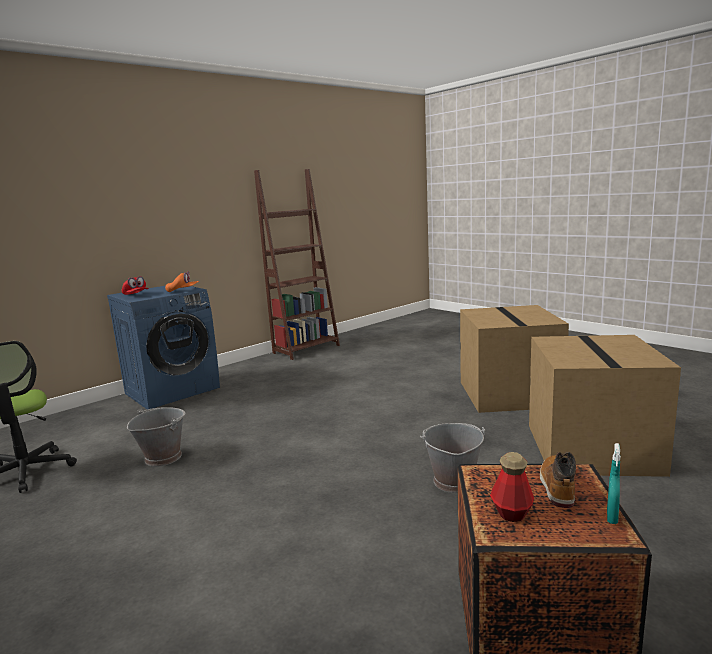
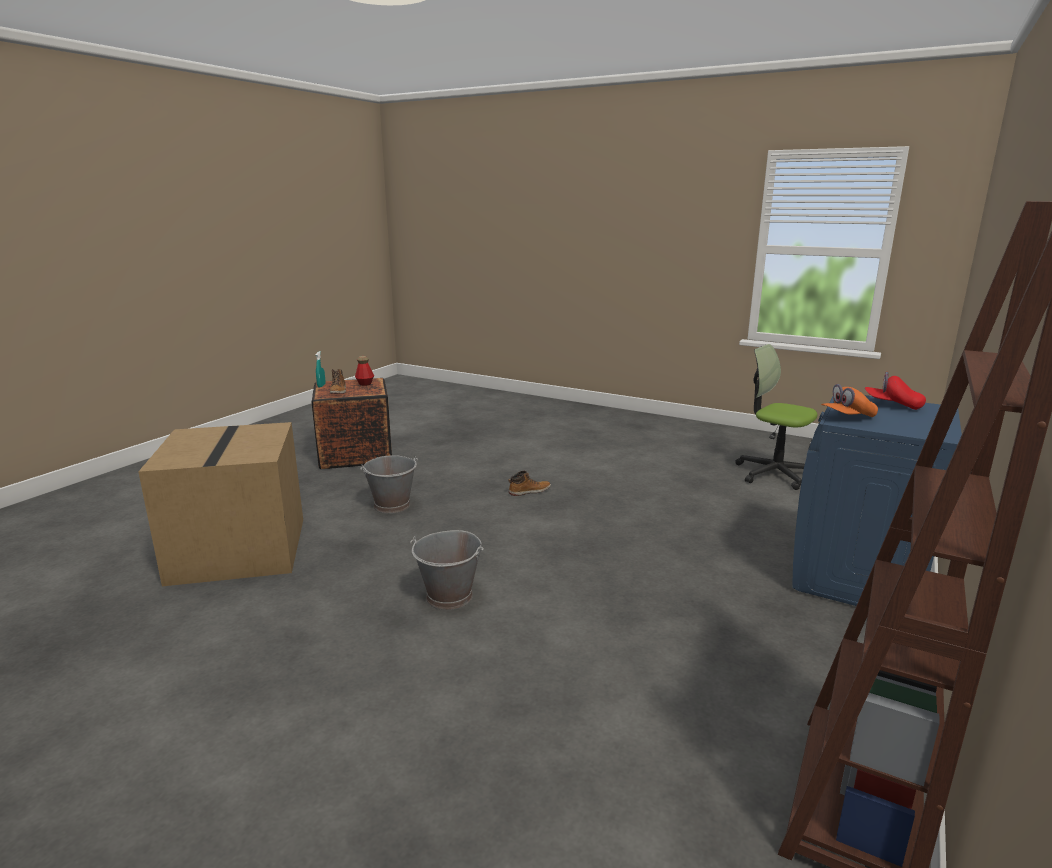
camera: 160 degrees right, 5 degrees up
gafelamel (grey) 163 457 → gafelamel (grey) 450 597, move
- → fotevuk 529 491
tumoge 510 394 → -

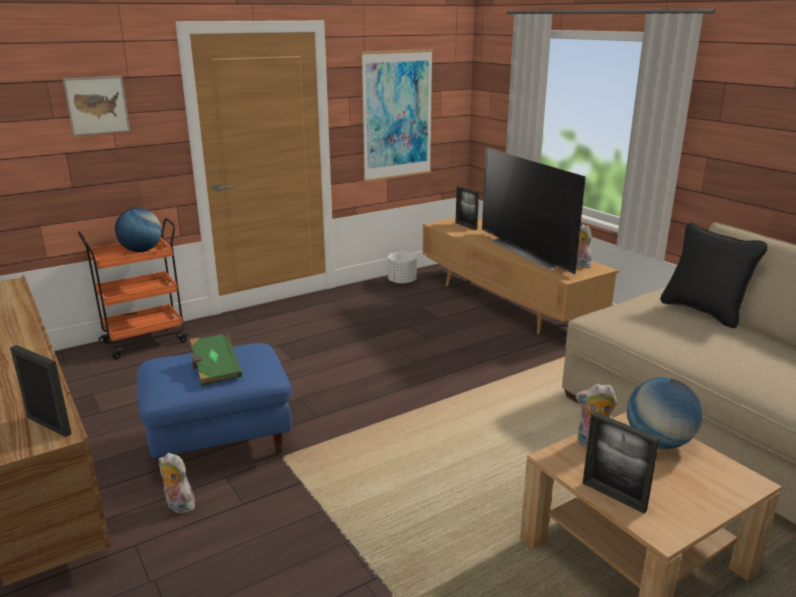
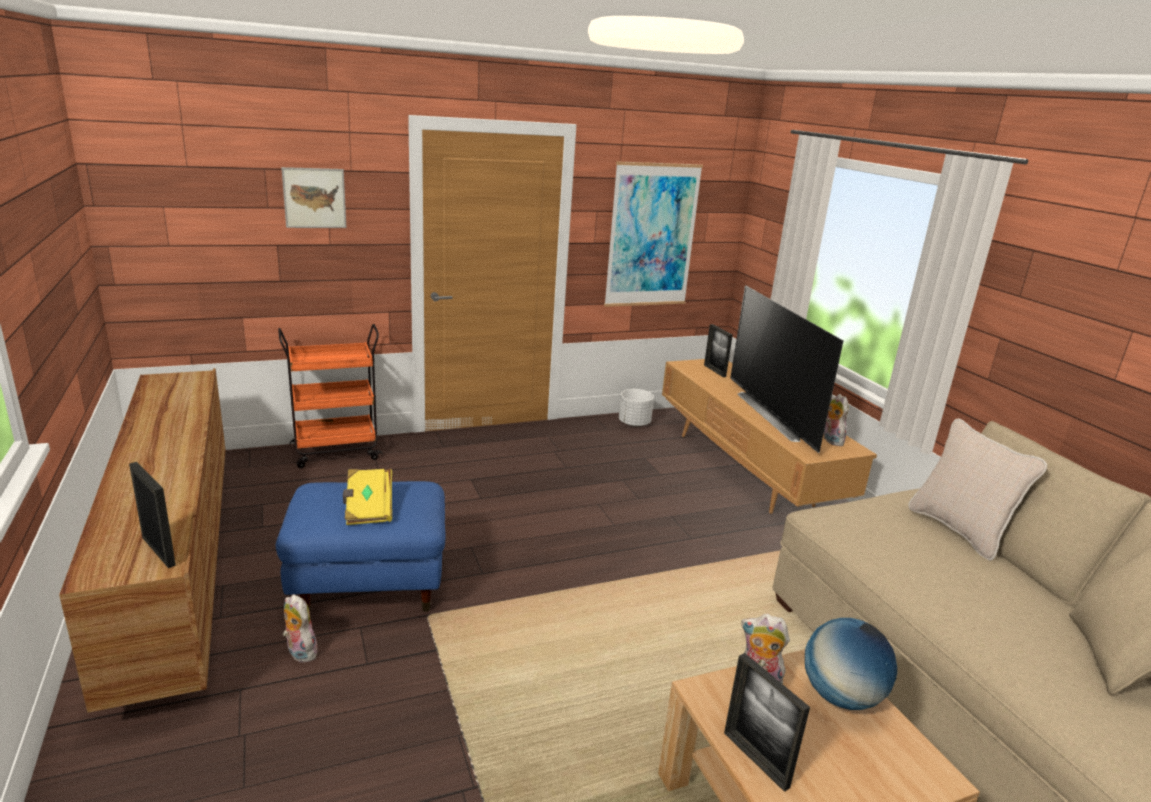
camera: 10 degrees right, 0 degrees up
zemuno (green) 215 370 → zemuno (yellow) 368 508
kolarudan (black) 703 312 → kolarudan (beige) 958 530
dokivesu 141 251 → -

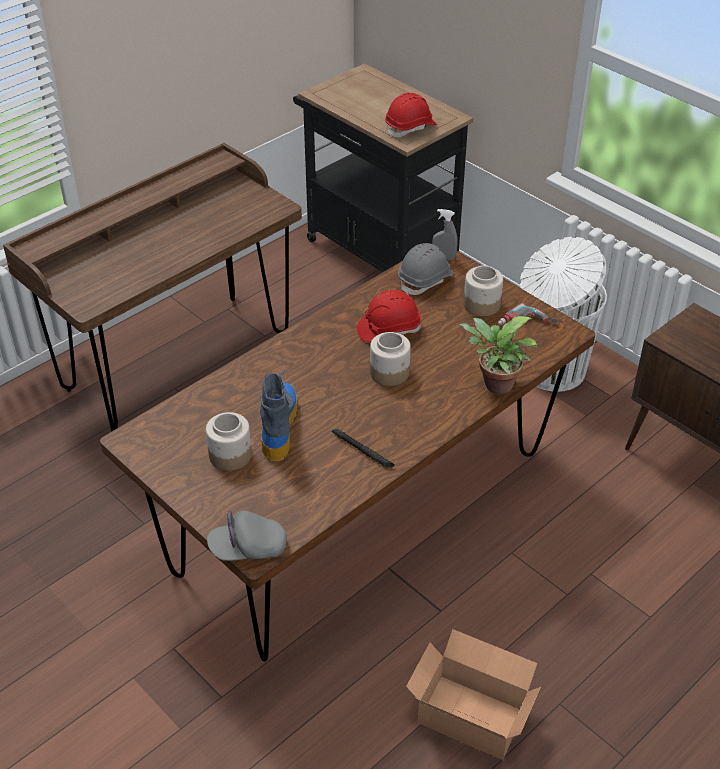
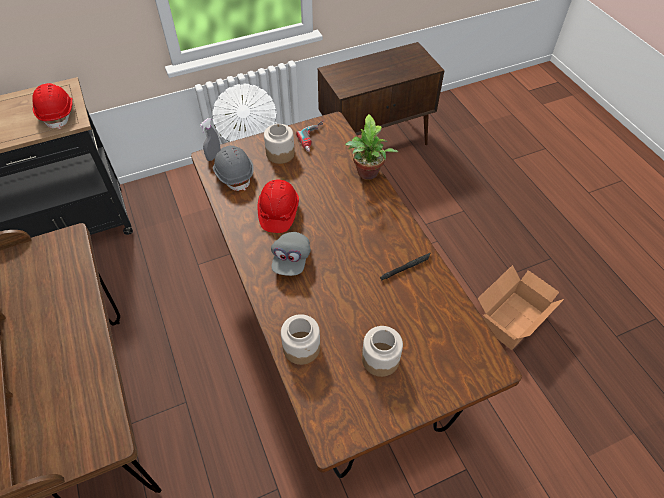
camera: 70 degrees left, 10 degrees up
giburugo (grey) 248 549 → giburugo (grey) 291 260, move
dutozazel 390 373 → dutozazel 302 347, move
fotevuk 278 425 → -

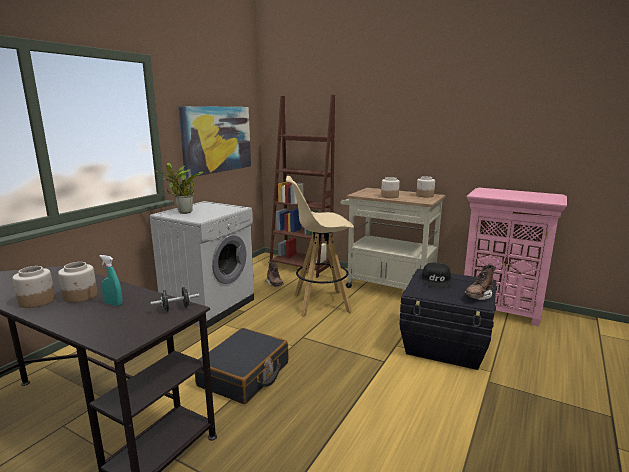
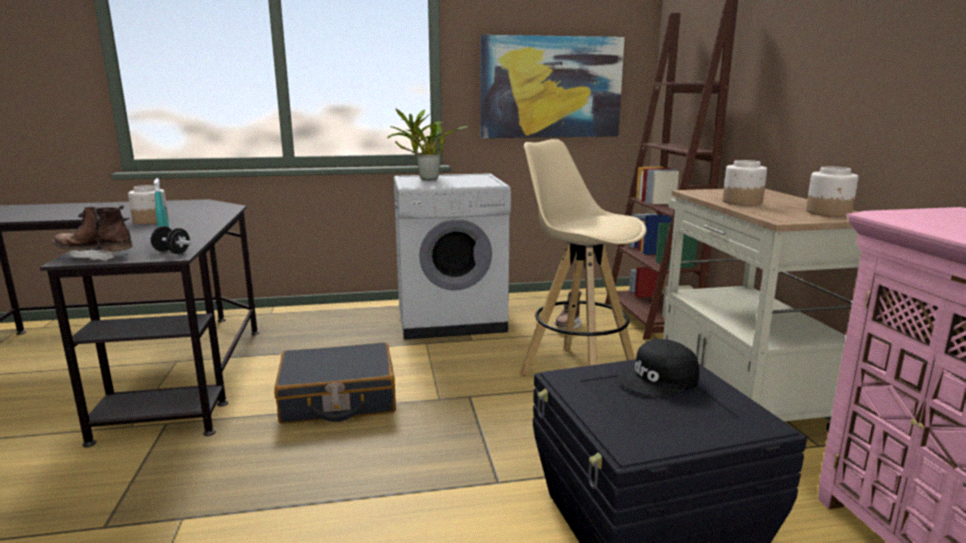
camera: 50 degrees right, 0 degrees up
fotevuk (brown) 478 296 → fotevuk (brown) 95 256, move
dutozazel 80 296 → -

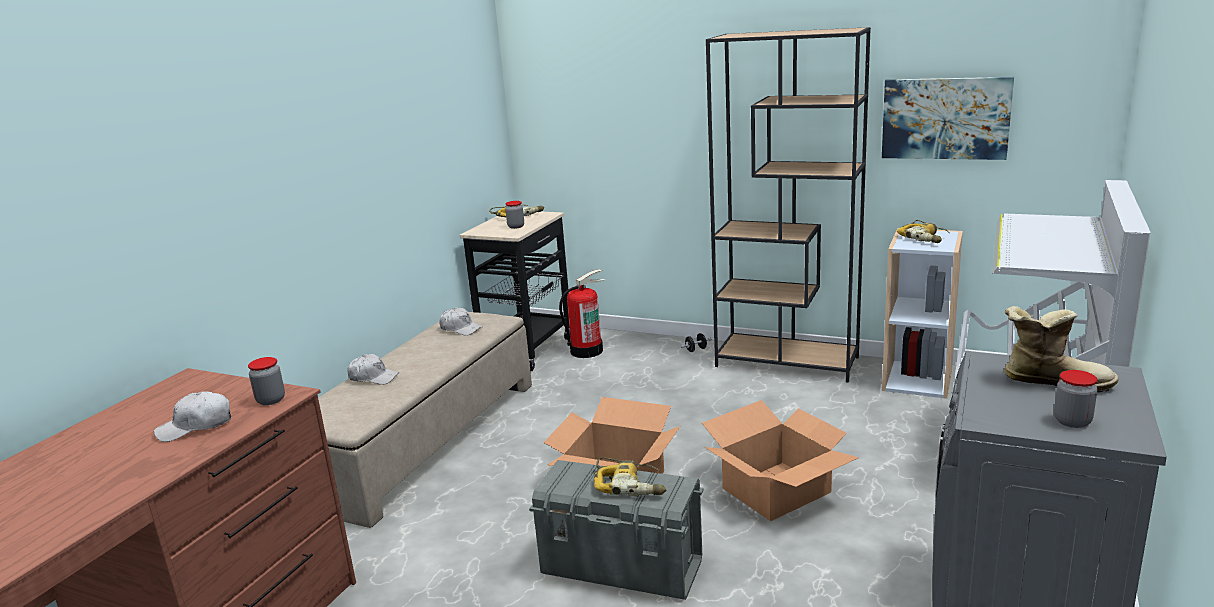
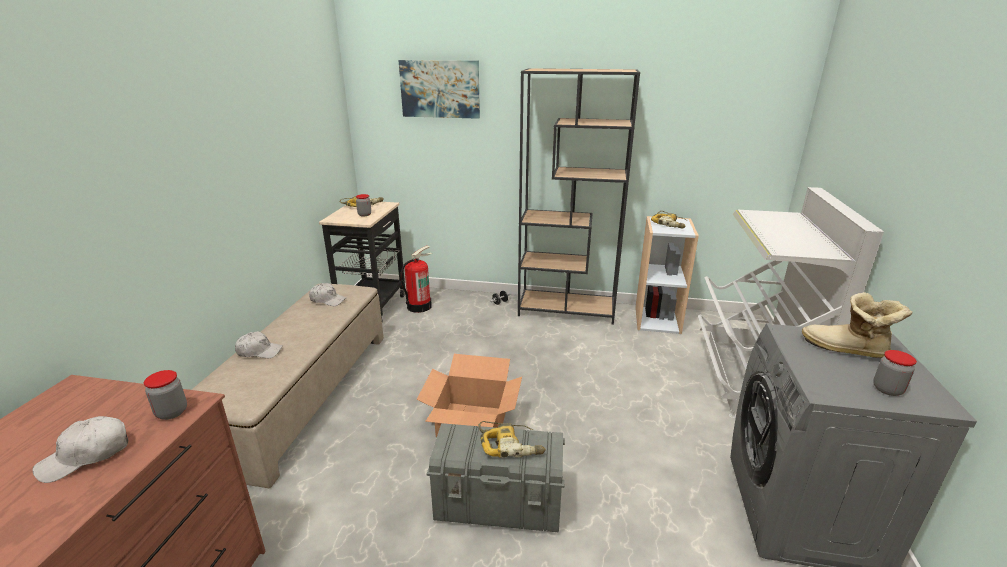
camera: 15 degrees left, 5 degrees up
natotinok 945 118 → natotinok 440 89, move
fotevuk 1053 381 → fotevuk 846 350, 150 degrees counterclockwise
tumoge 777 491 → -

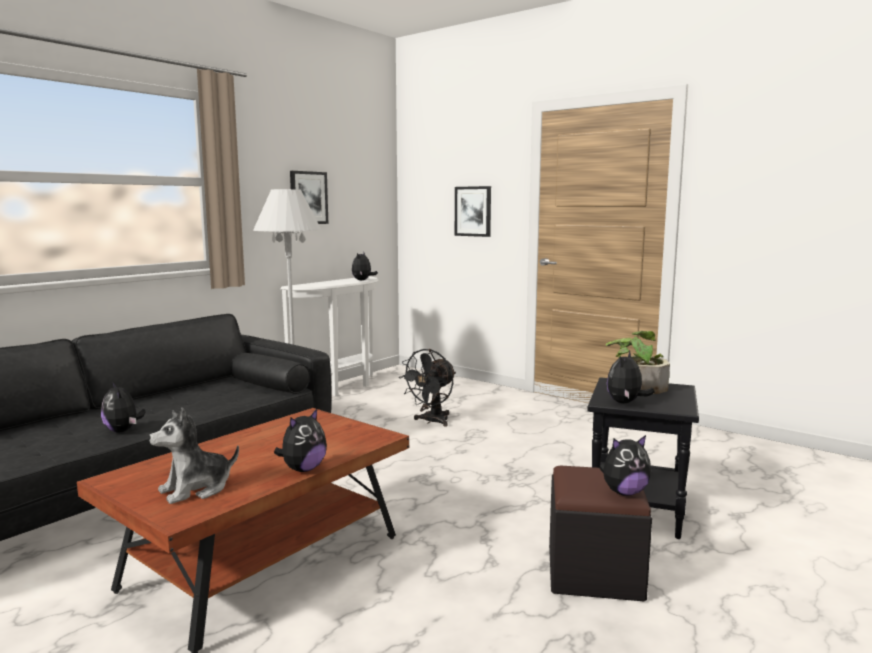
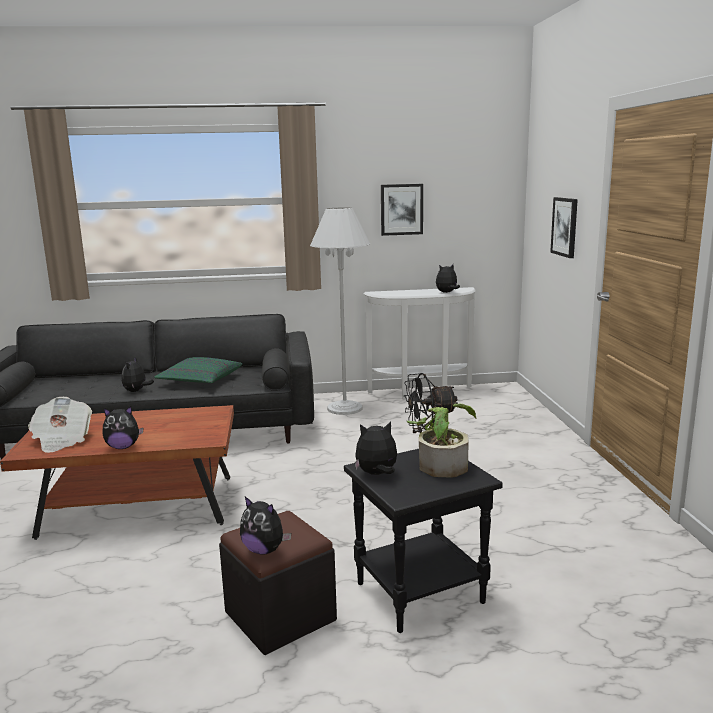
camera: 45 degrees right, 5 degrees up
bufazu 196 489 → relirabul 62 440
- → kolarudan (green) 200 380

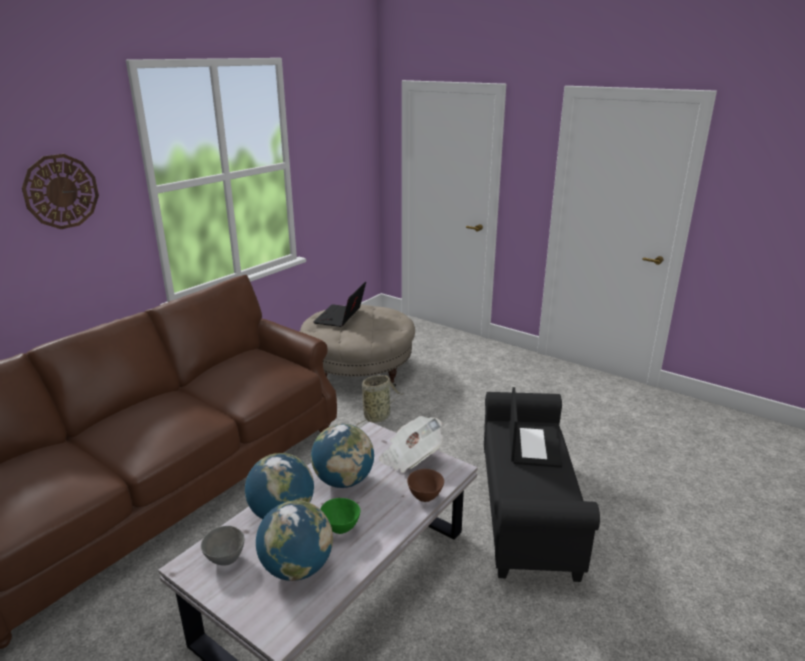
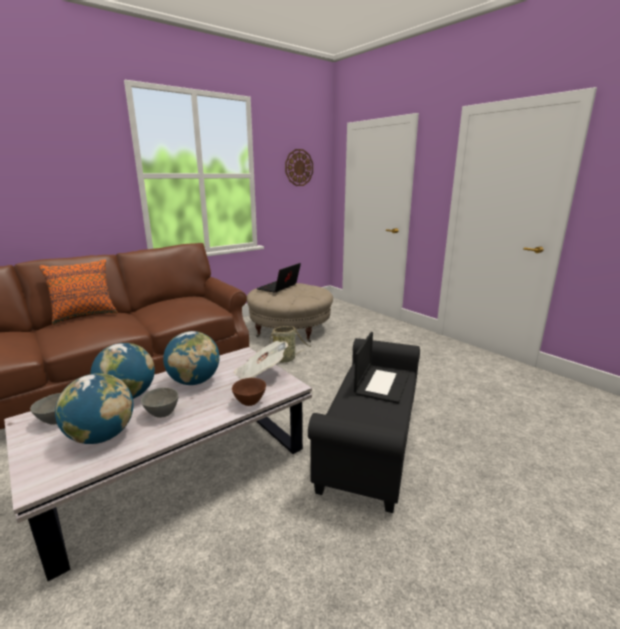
camera: 15 degrees right, 5 degrees down
- → kolarudan (orange) 85 316
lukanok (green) 340 528 → lukanok (grey) 161 414
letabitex 61 191 → letabitex 299 167, move

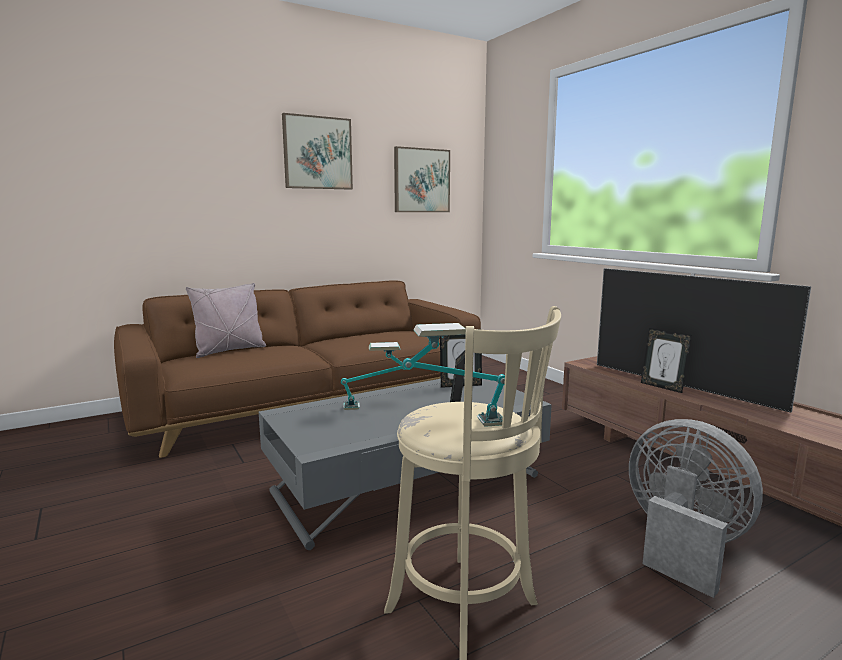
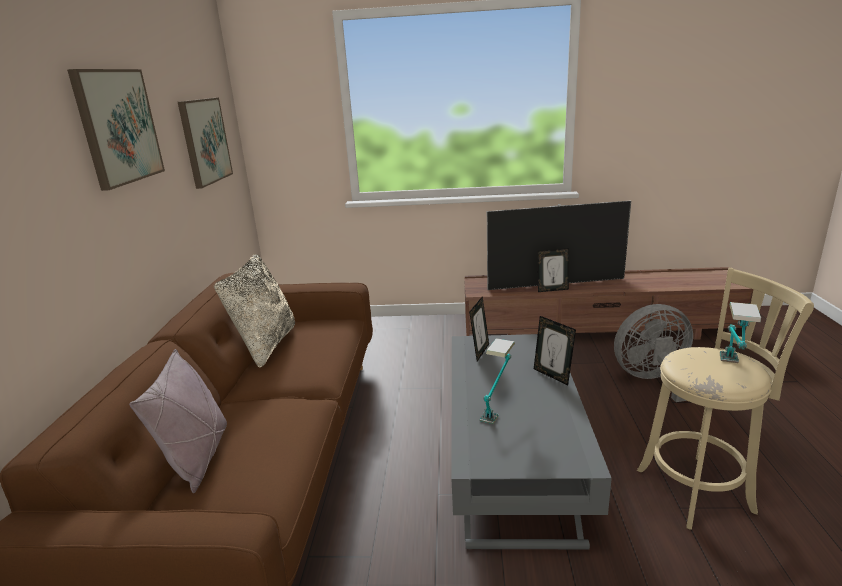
camera: 55 degrees left, 10 degrees up
- → kolarudan (beige) 267 346

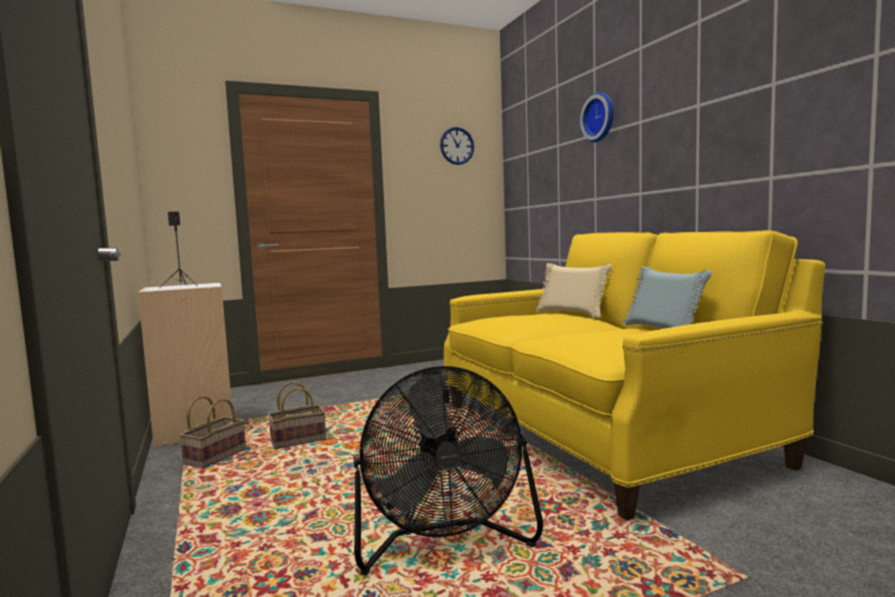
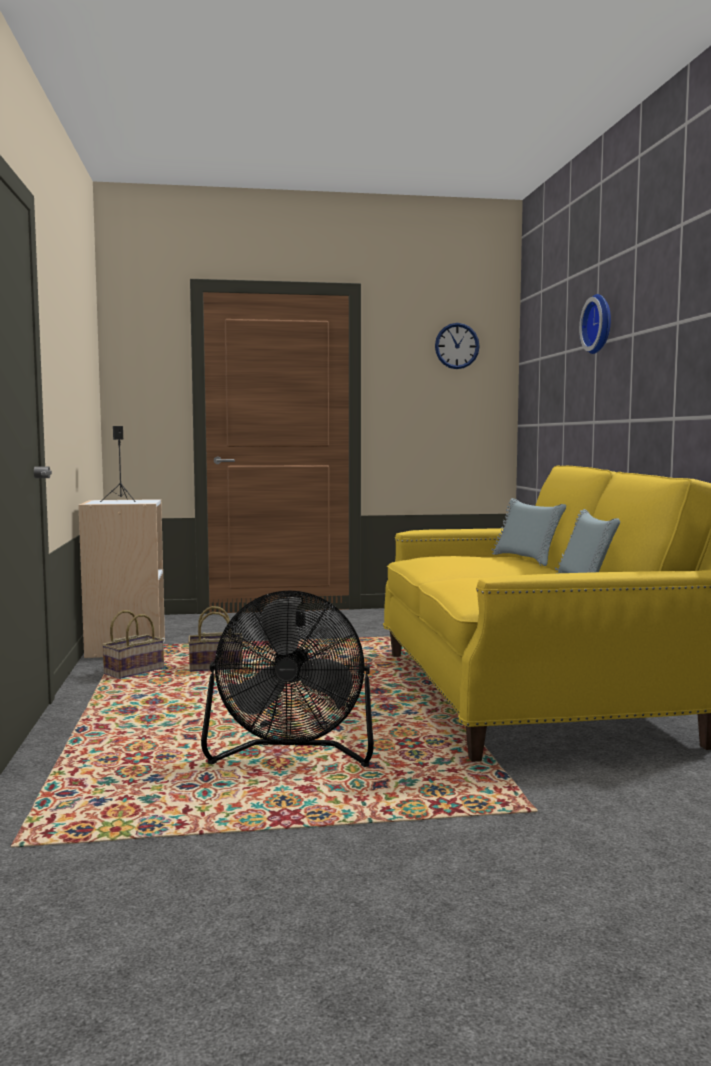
camera: 15 degrees right, 0 degrees up
kolarudan (beige) 571 314 → kolarudan (blue) 526 560

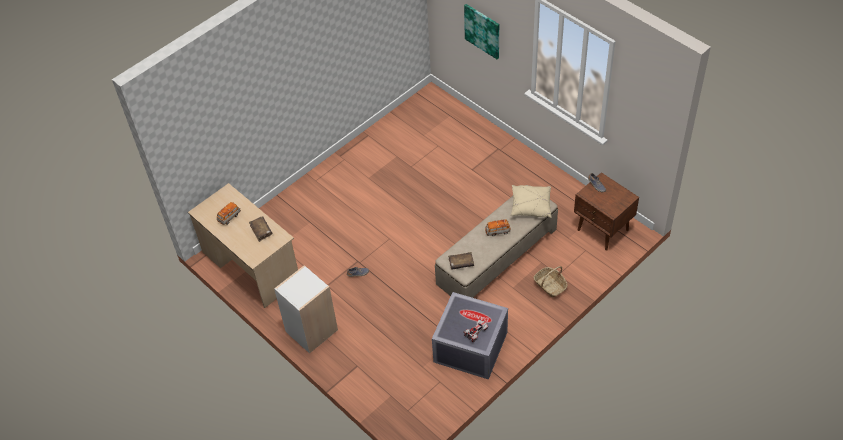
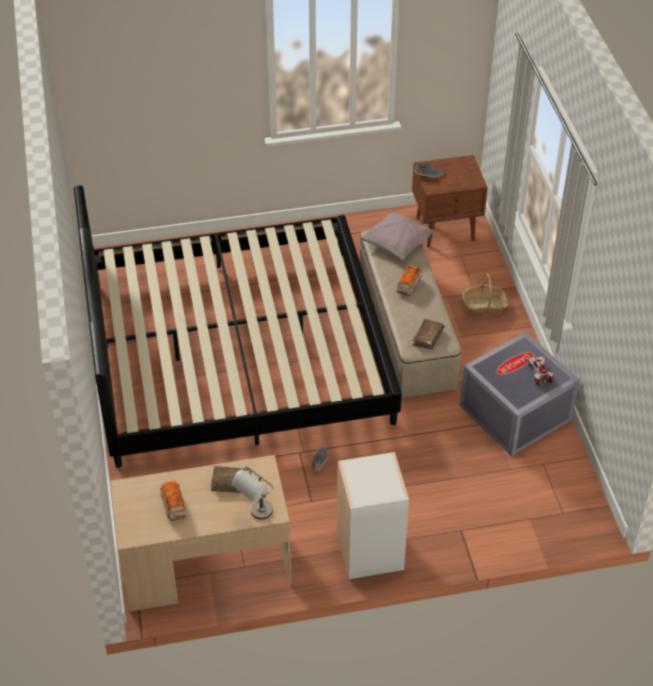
camera: 60 degrees left, 5 degrees down
- → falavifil 236 351
- → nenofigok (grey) 256 515
kolarudan (beige) 530 206 → kolarudan (purple) 397 243
natotinok 482 30 → -

